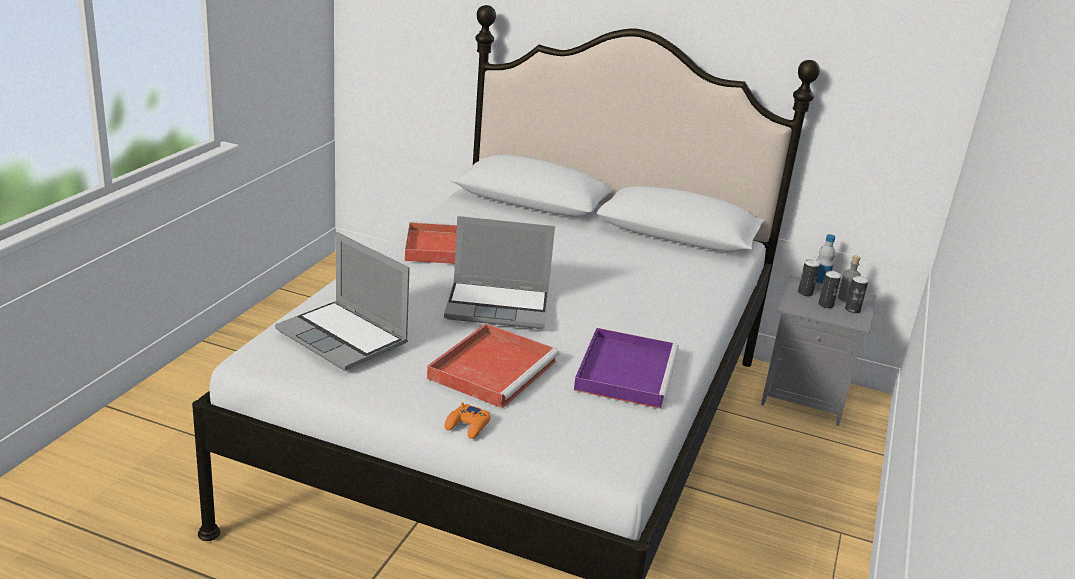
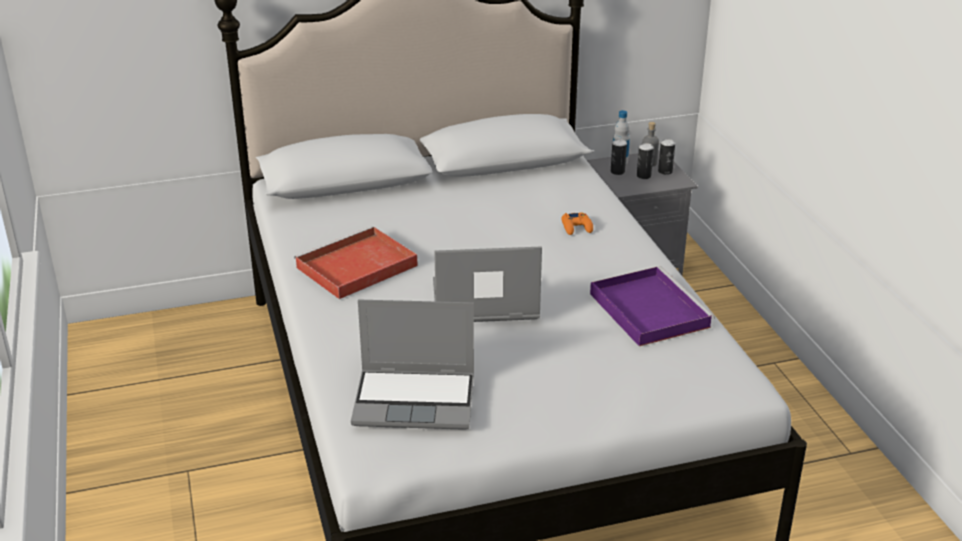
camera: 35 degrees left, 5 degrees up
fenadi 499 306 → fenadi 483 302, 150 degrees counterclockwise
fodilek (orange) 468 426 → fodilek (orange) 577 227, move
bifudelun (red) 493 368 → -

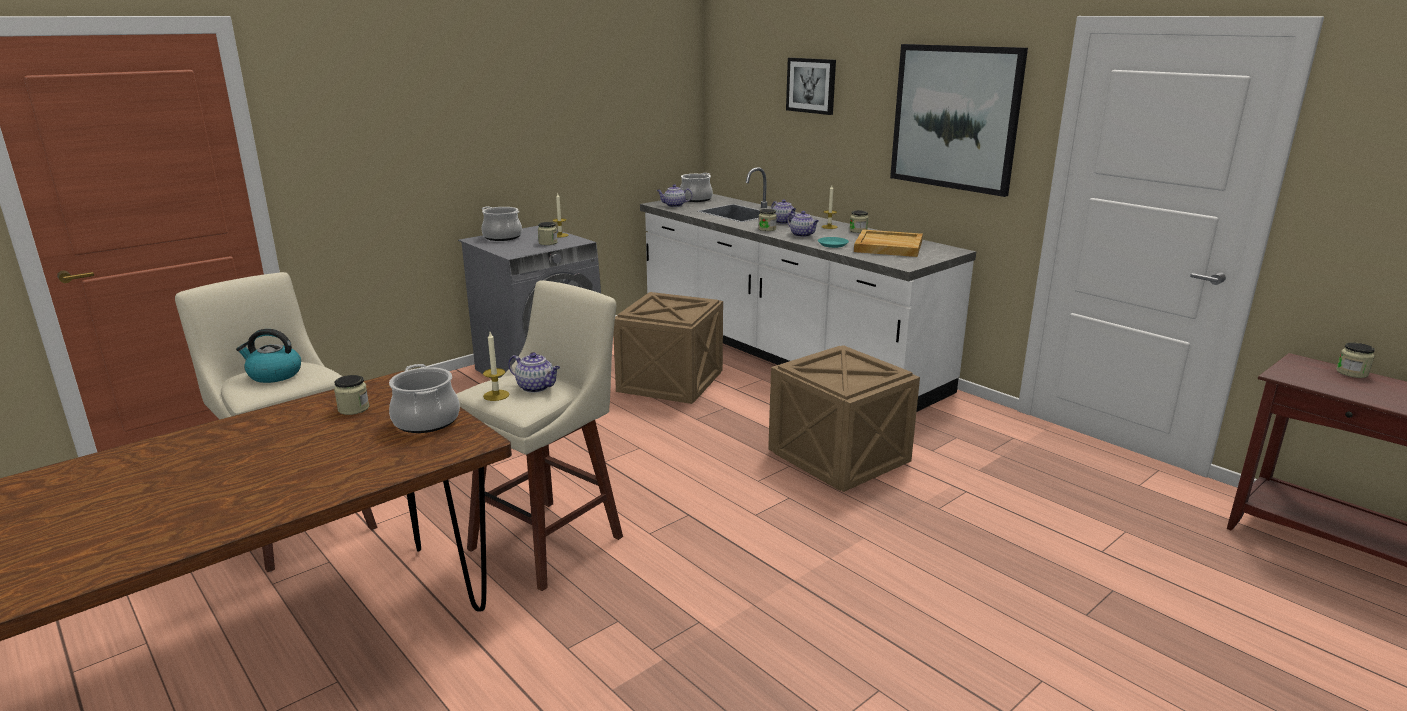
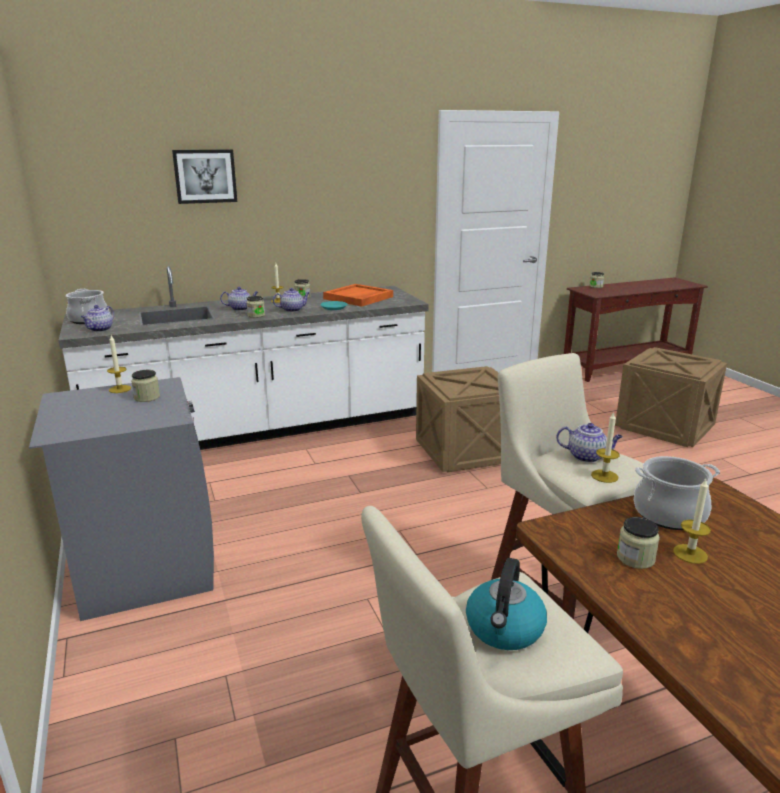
camera: 70 degrees left, 0 degrees up
bifudelun (beige) 887 246 → bifudelun (orange) 358 298
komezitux 536 387 → komezitux 587 456, 60 degrees clockwise
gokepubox 671 382 → gokepubox 663 426, move
- → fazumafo 690 554
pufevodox 502 237 → -
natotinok 955 118 → -

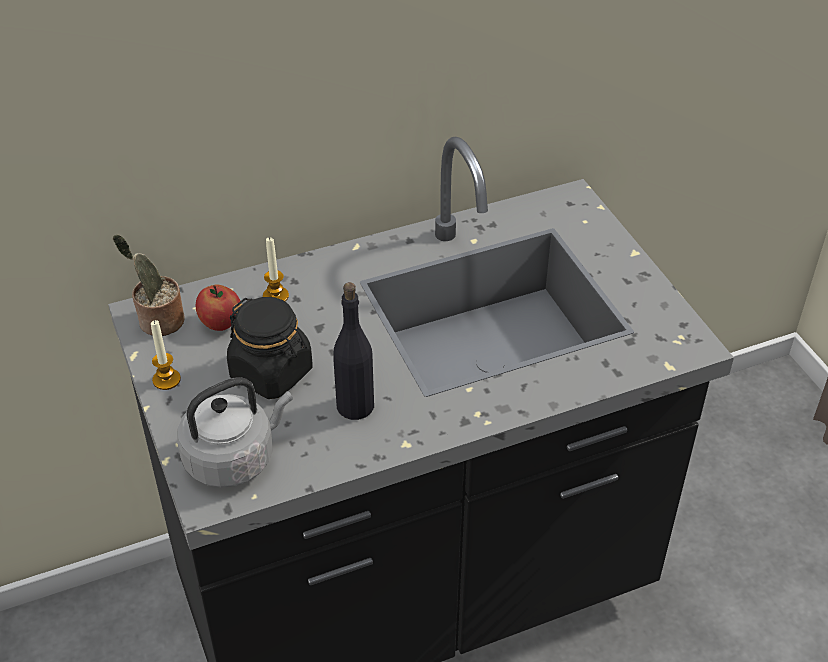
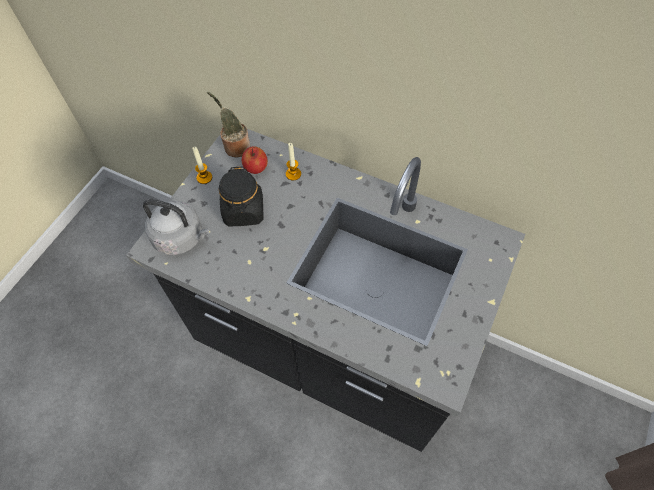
camera: 50 degrees right, 15 degrees up
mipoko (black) 355 405 → -

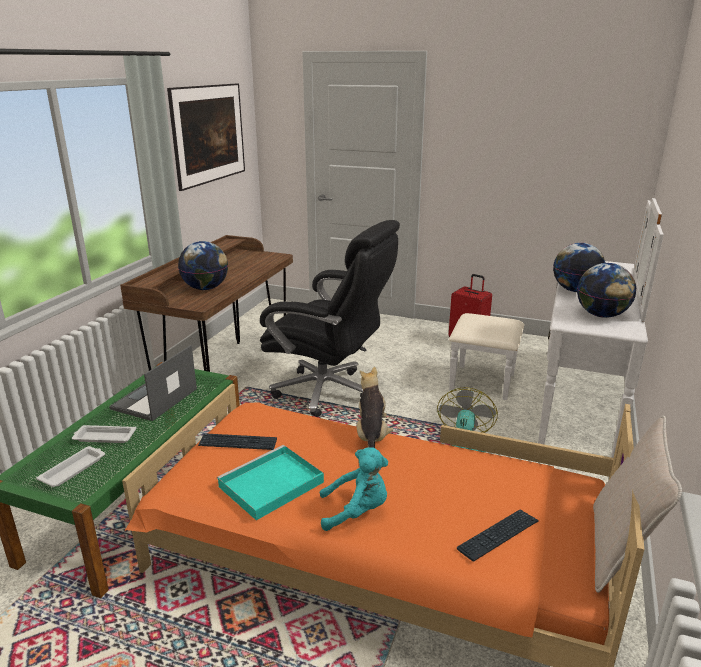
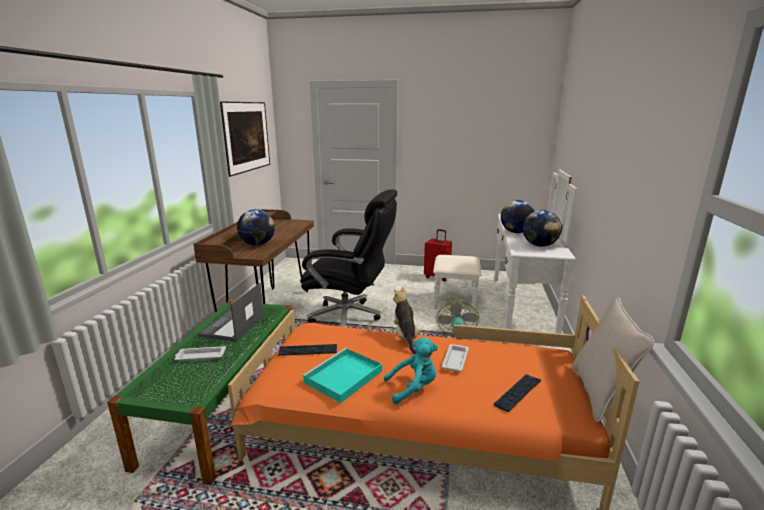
camera: 10 degrees left, 5 degrees down
bifudelun (white) 74 469 → bifudelun (white) 455 360, move

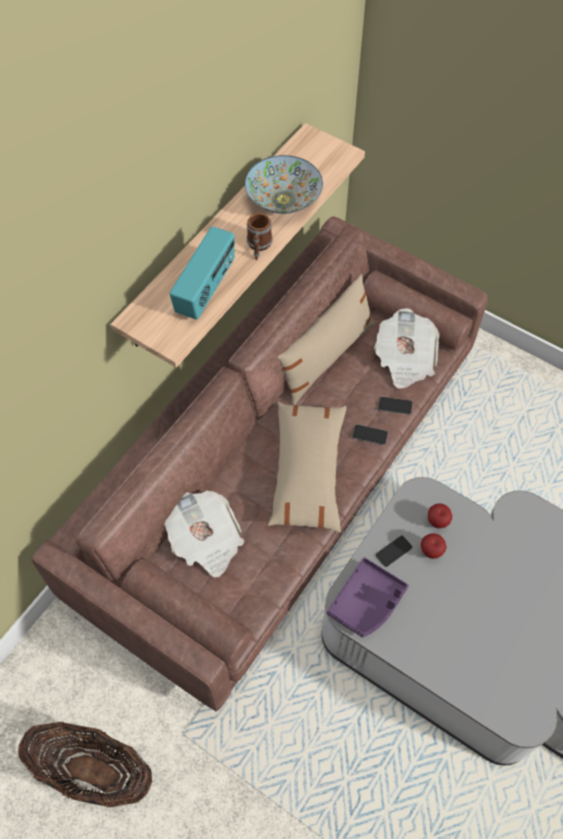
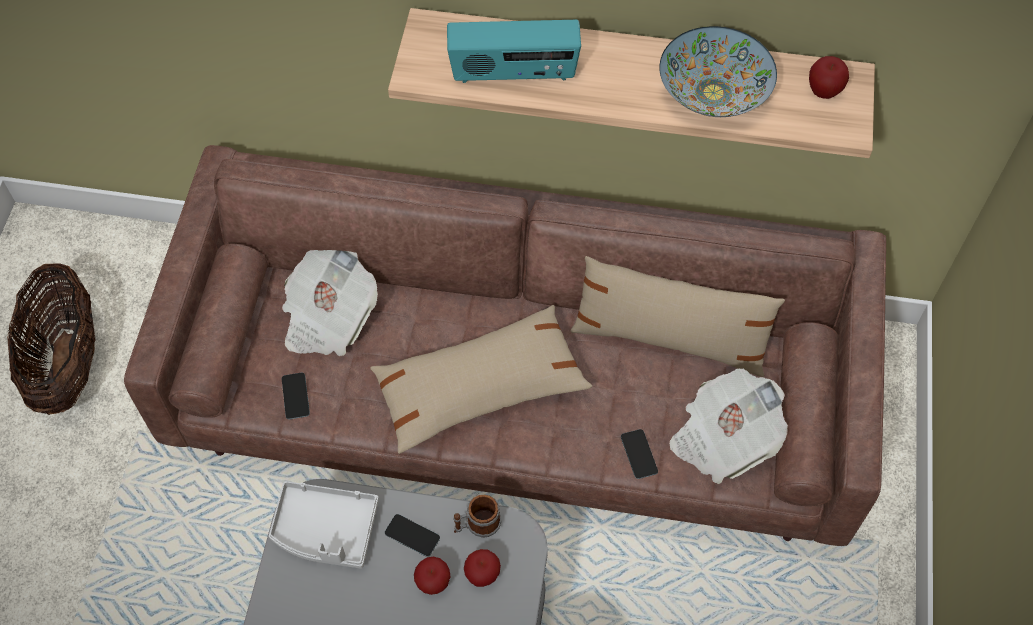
camera: 65 degrees right, 0 degrees up
bifudelun (purple) 367 602 → bifudelun (grey) 325 530
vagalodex 370 435 → vagalodex 295 396, move
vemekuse 258 246 → vemekuse 477 525, move
- → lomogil 823 92

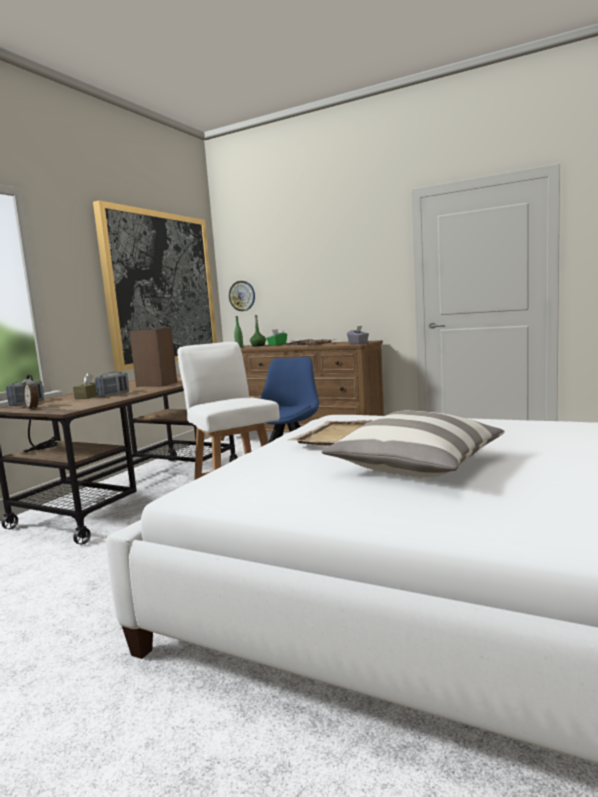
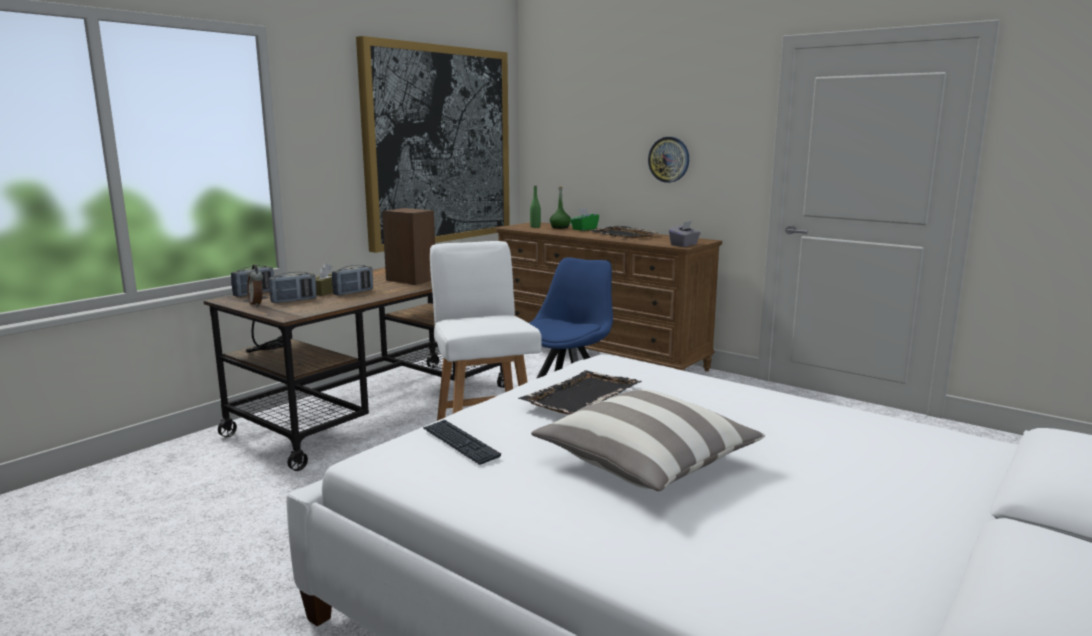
camera: 10 degrees right, 5 degrees up
- → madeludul 294 300
- → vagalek 460 443
bifudelun (beige) 334 435 → bifudelun (black) 580 396
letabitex 242 296 → letabitex 669 159, move

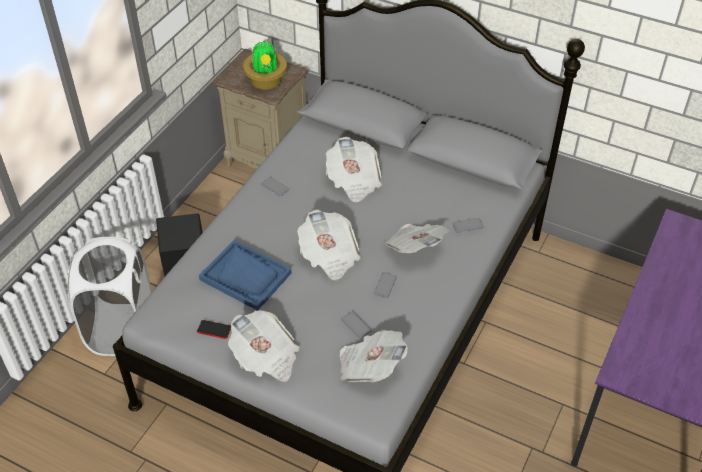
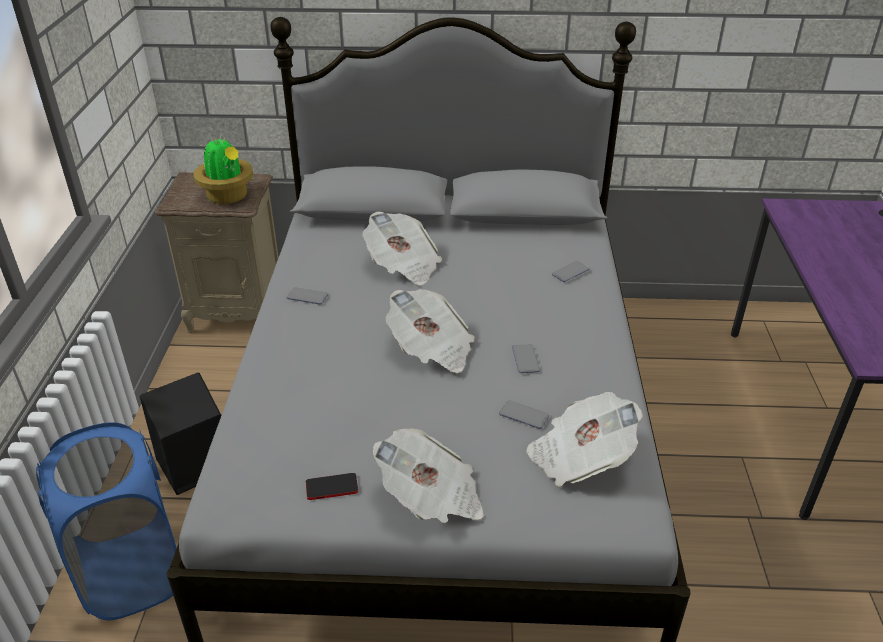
camera: 25 degrees left, 10 degrees down
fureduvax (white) 121 329 → fureduvax (blue) 132 572
bifudelun (blue) 246 276 → -
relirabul 415 247 → -

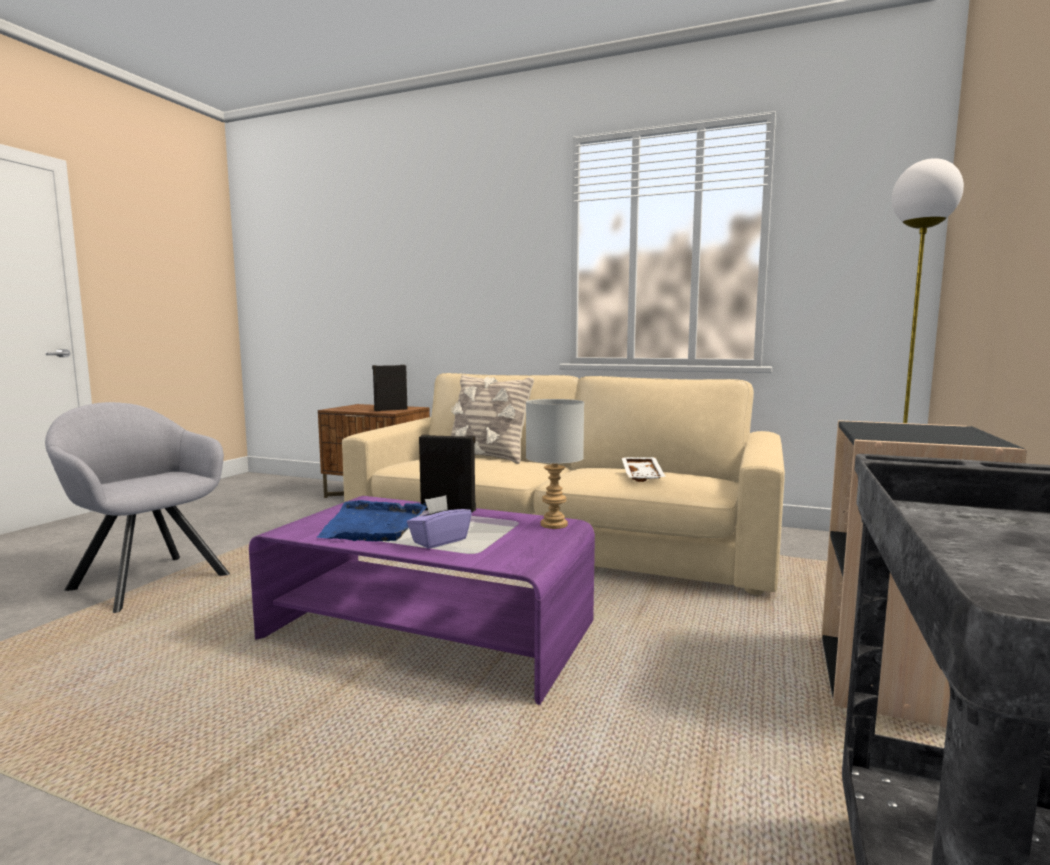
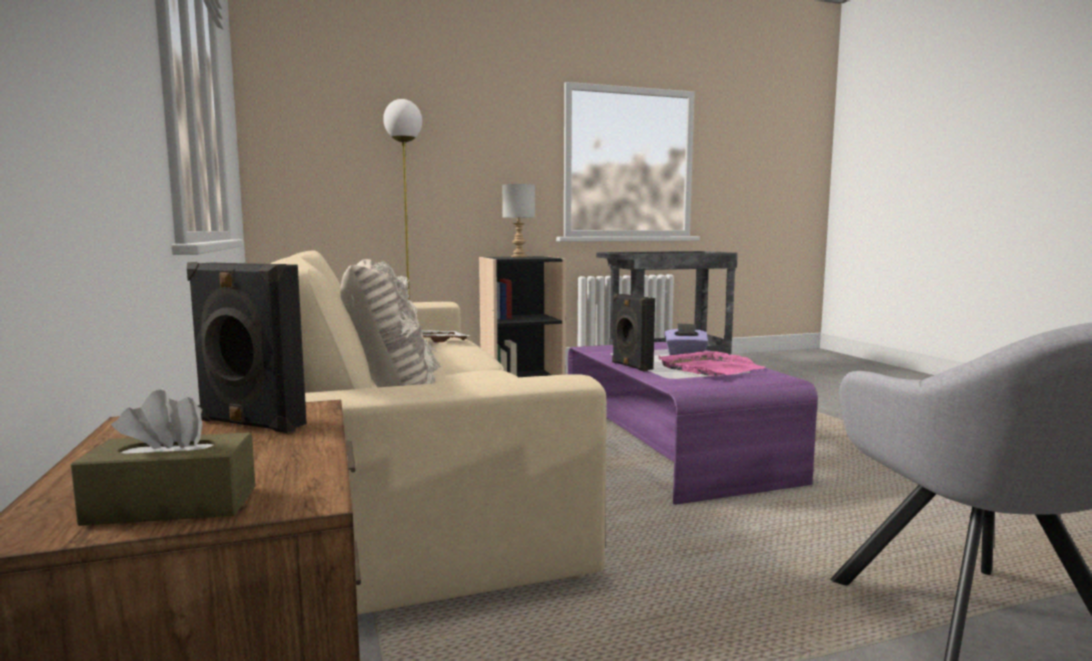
camera: 130 degrees left, 0 degrees up
- → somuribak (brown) 172 505
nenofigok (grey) 554 525 → nenofigok (grey) 519 257, move
bifudelun (blue) 373 525 → bifudelun (pink) 710 368

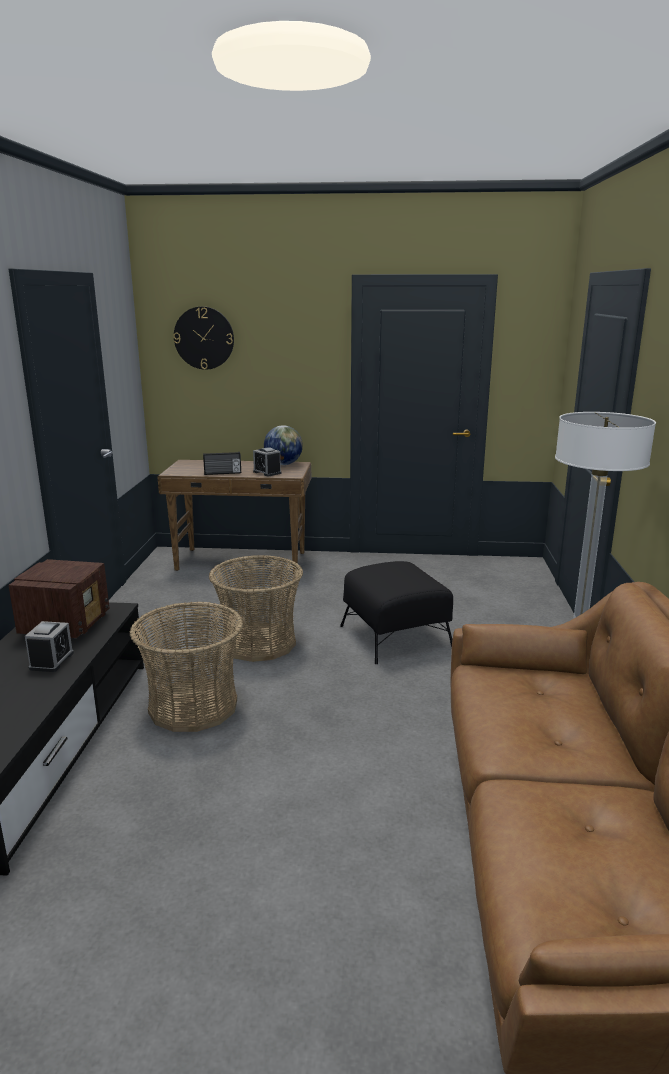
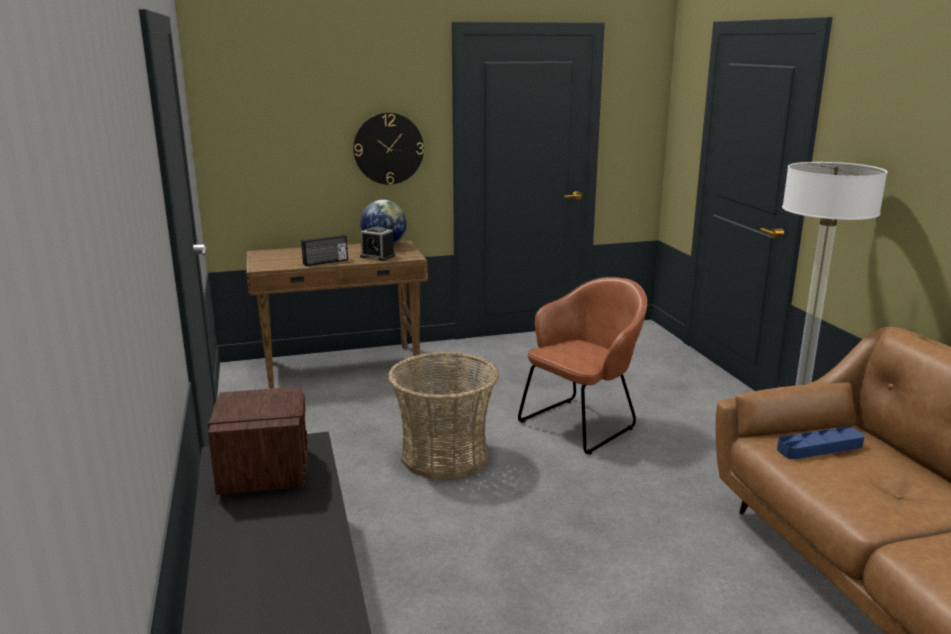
camera: 20 degrees left, 0 degrees up
letabitex 204 338 → letabitex 388 148, move
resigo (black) 395 636 → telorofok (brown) 582 423
- → bifudelun (blue) 819 447
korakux 51 661 → -
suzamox 193 706 → -

